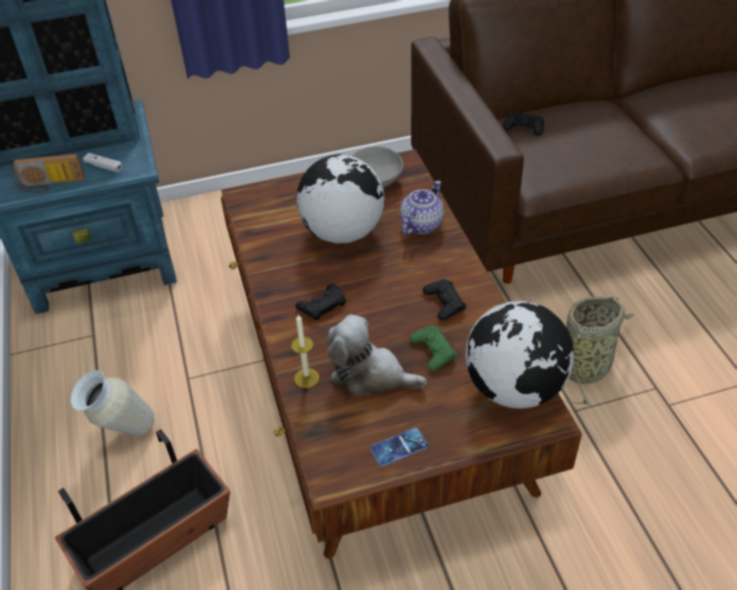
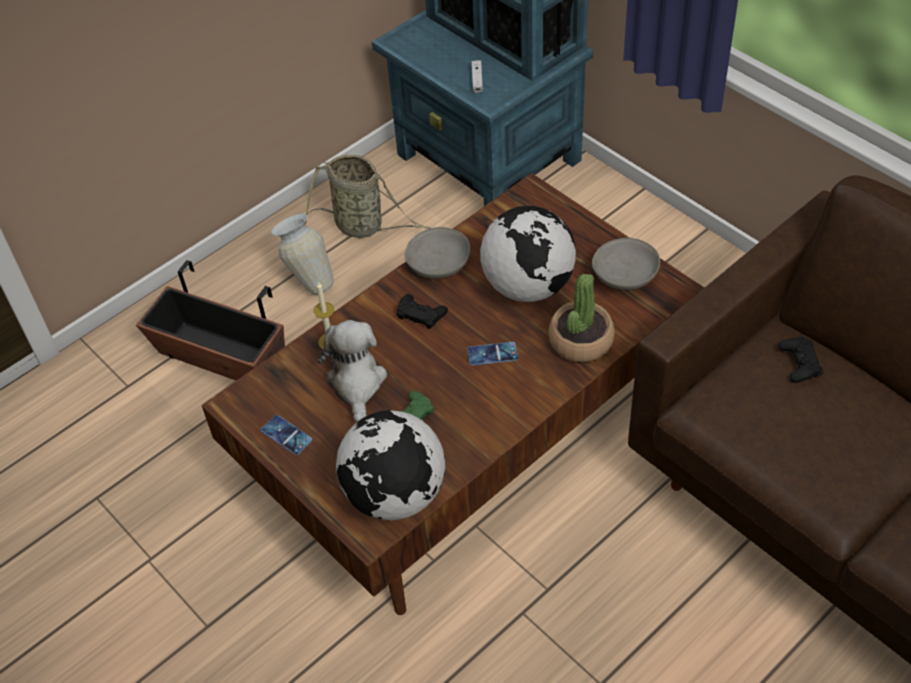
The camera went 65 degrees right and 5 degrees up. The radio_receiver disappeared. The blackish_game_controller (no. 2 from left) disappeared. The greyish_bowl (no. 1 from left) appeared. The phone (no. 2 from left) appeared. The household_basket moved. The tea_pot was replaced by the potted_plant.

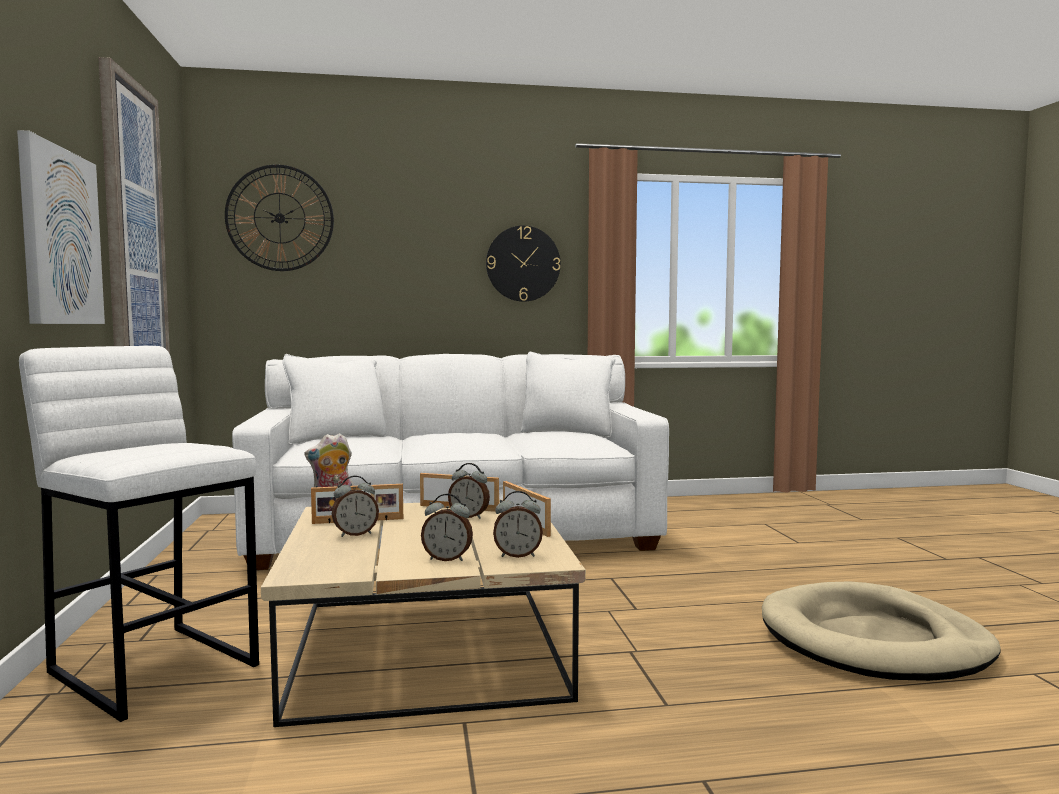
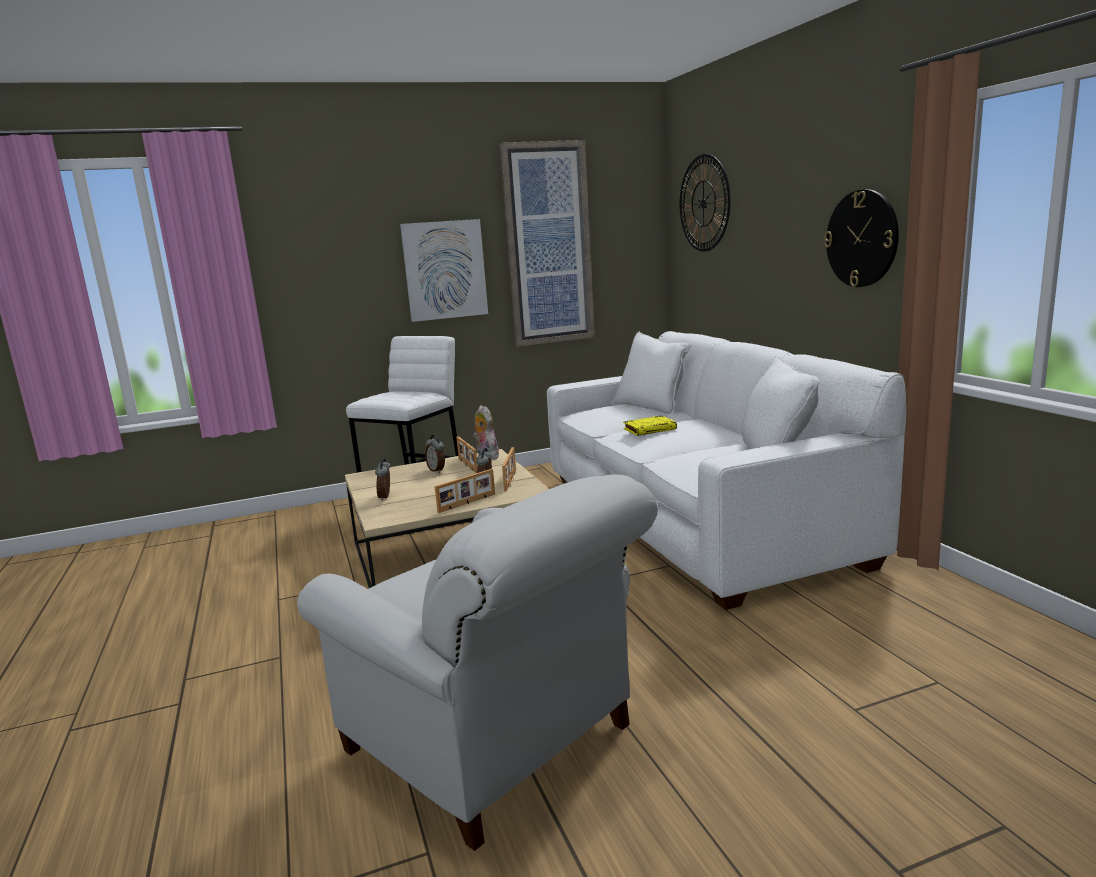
The camera went 80 degrees right and 10 degrees up. The bedside_clock (no. 4 from left) disappeared. The yellowish_book appeared. The beige_pet_bed was replaced by the white_easy_chair.

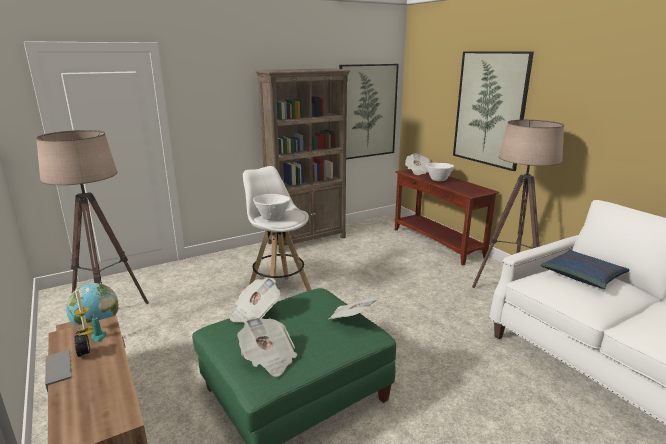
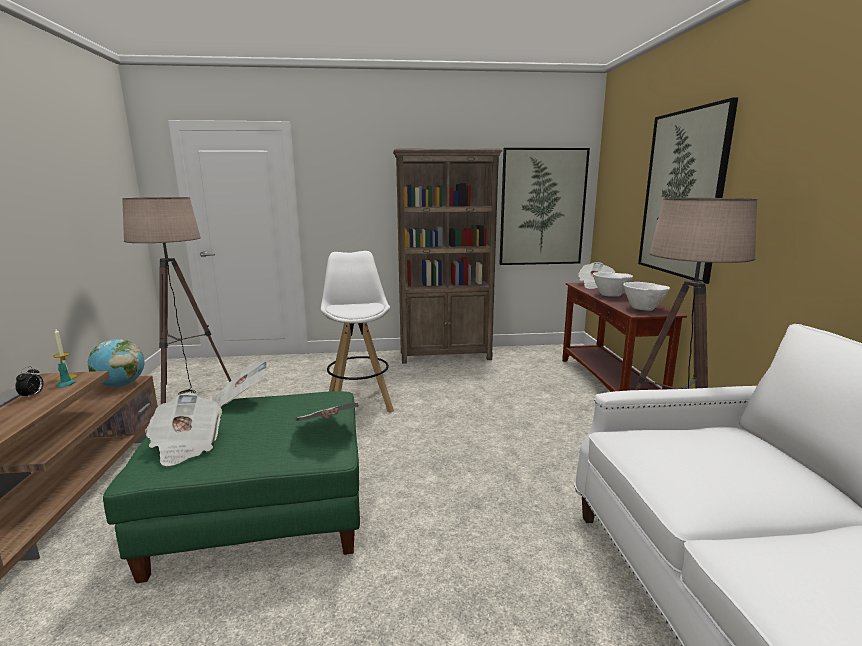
The camera went 25 degrees right and 5 degrees down. The blue_pillow disappeared. The white_bowl (no. 1 from left in the first image) moved.

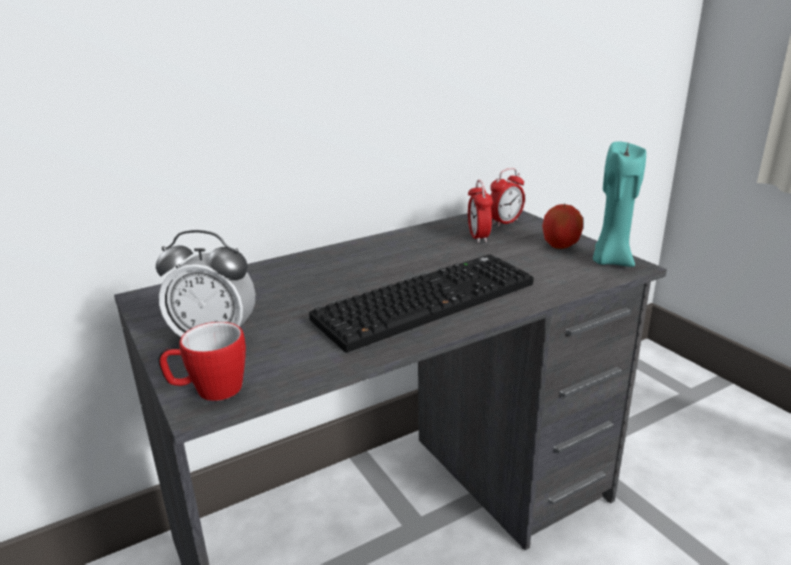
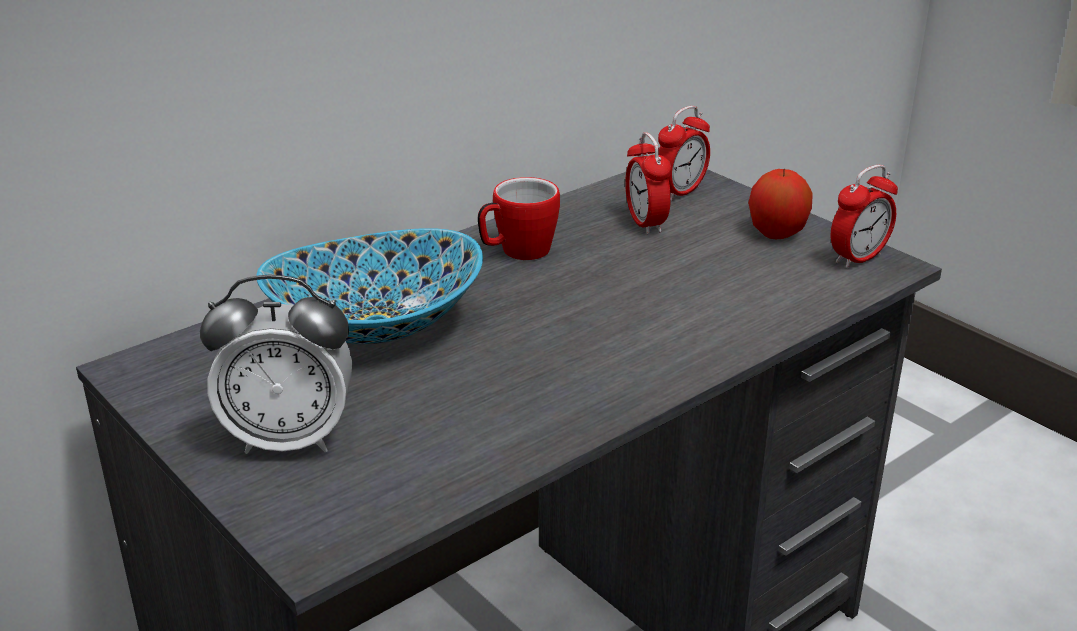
The camera went 10 degrees left and 5 degrees up. The PC_keyboard disappeared. The bowl appeared. The tea_mug moved. The blue-green_wax_light was replaced by the bedside_clock (no. 4 from left).

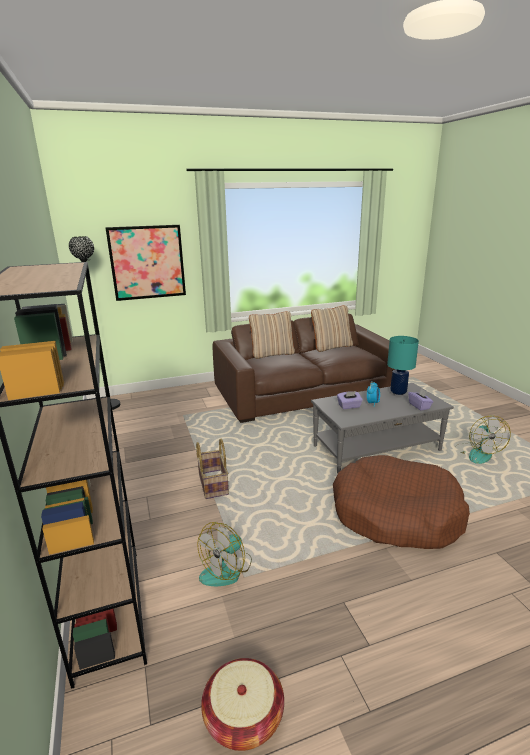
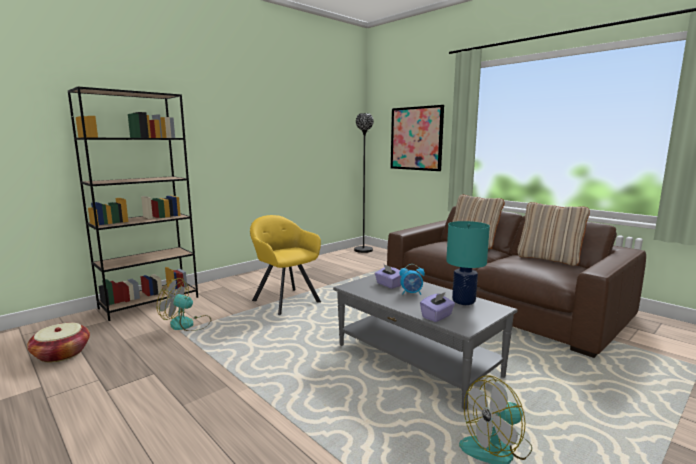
The camera went 65 degrees right and 10 degrees down. The brown-coloured_pet_bed disappeared. The household_basket (no. 1 from left) was replaced by the yellowish_easy_chair.

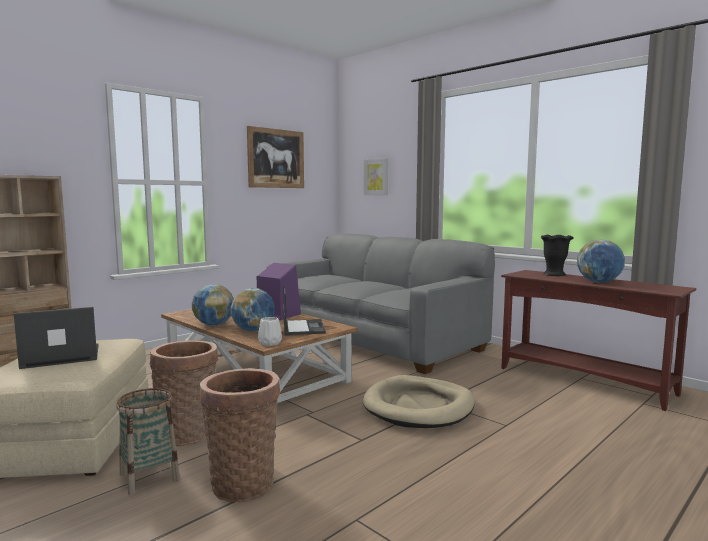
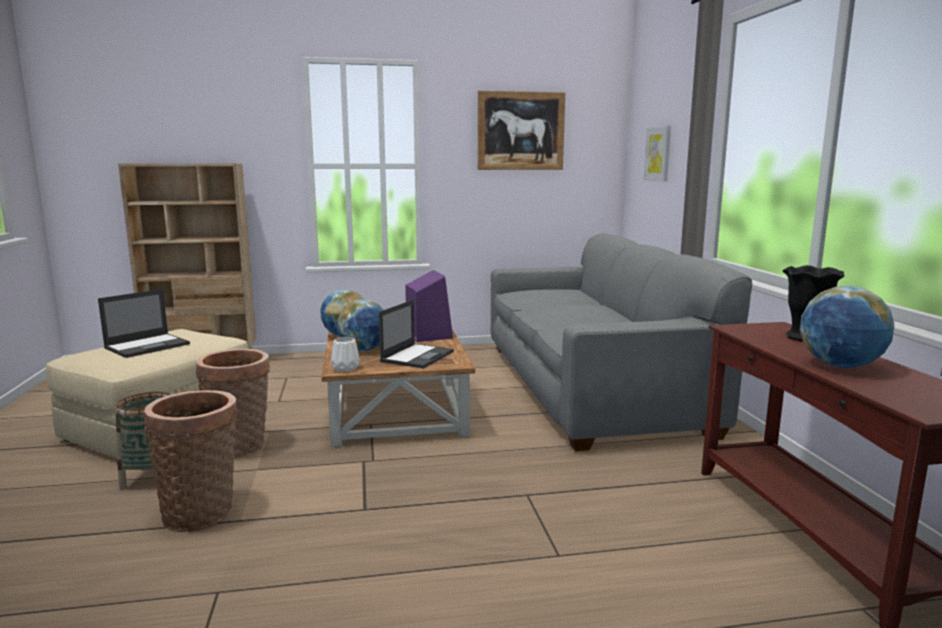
The camera went 35 degrees right and 5 degrees up. The beige_pet_bed disappeared. The notebook_computer (no. 1 from left) turned 120 degrees clockwise.

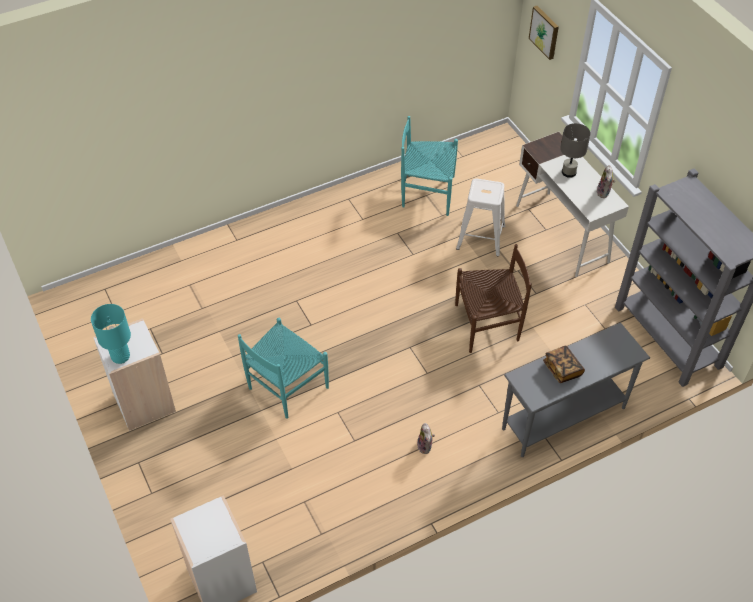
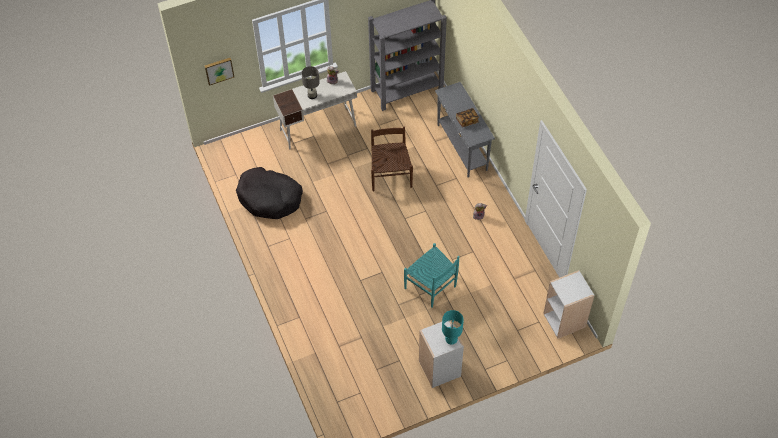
The camera went 85 degrees left and 5 degrees up. The white_sitting_stool disappeared. The blue-green_plain_chair (no. 2 from left) was replaced by the blackish_pet_bed.

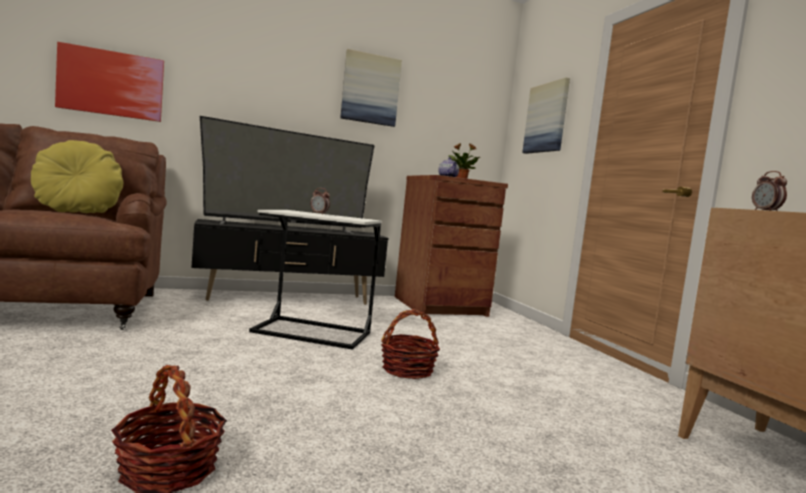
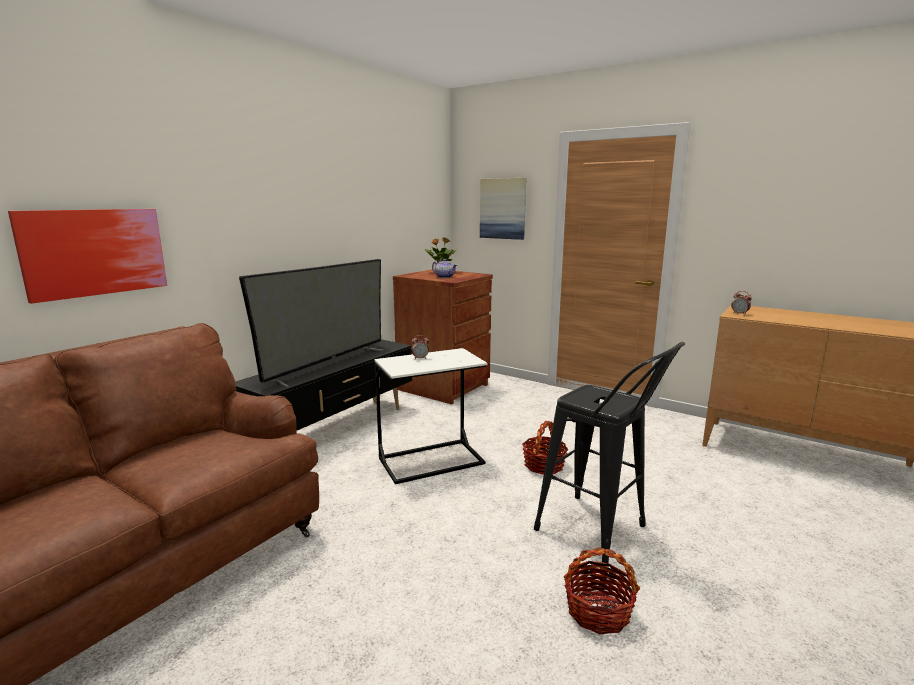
The camera went 35 degrees left and 10 degrees up. The yellowish_pillow disappeared. The wall_art (no. 2 from left) disappeared. The blackish_sitting_stool appeared.

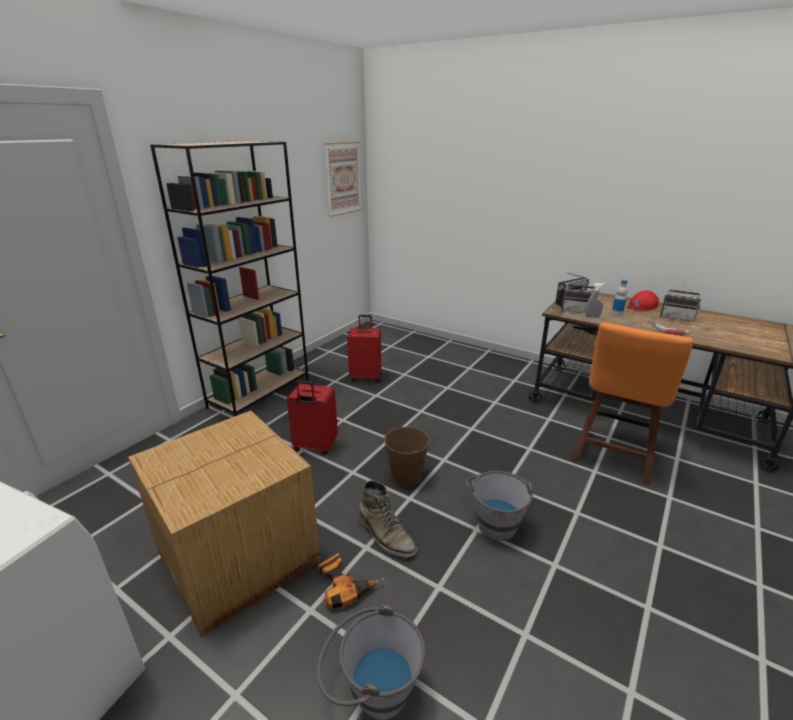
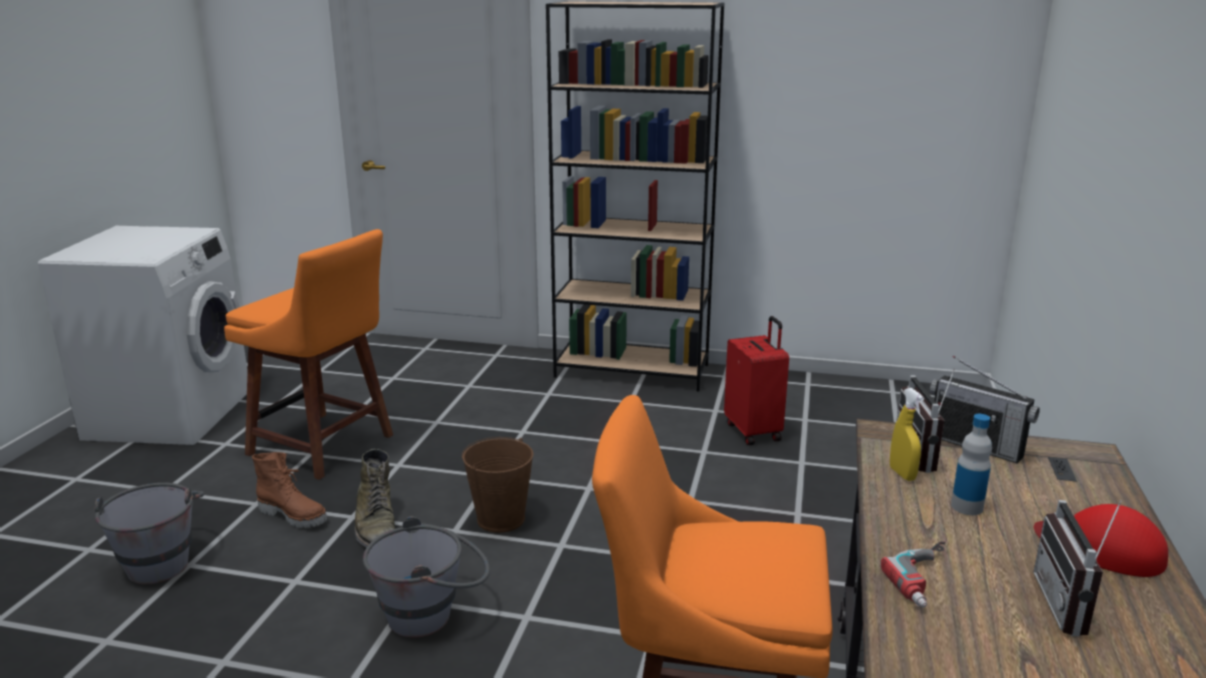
The camera went 70 degrees right and 5 degrees down. The red_suitcase (no. 1 from left) disappeared. The wall_art disappeared. The carton was replaced by the orange_sitting_stool (no. 1 from left). The drill (no. 1 from left) was replaced by the brown-coloured_tall_boot. The greyish_spray_bottle became the yellowish_spray_bottle. The green_tall_boot turned 45 degrees counterclockwise.

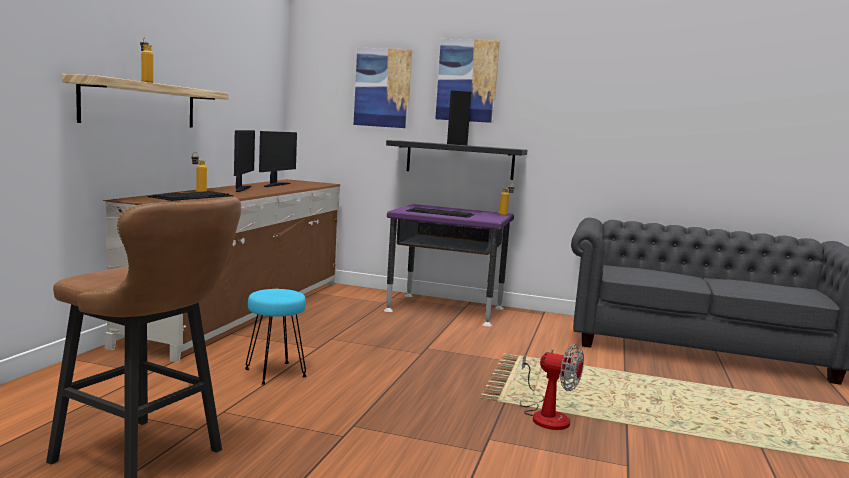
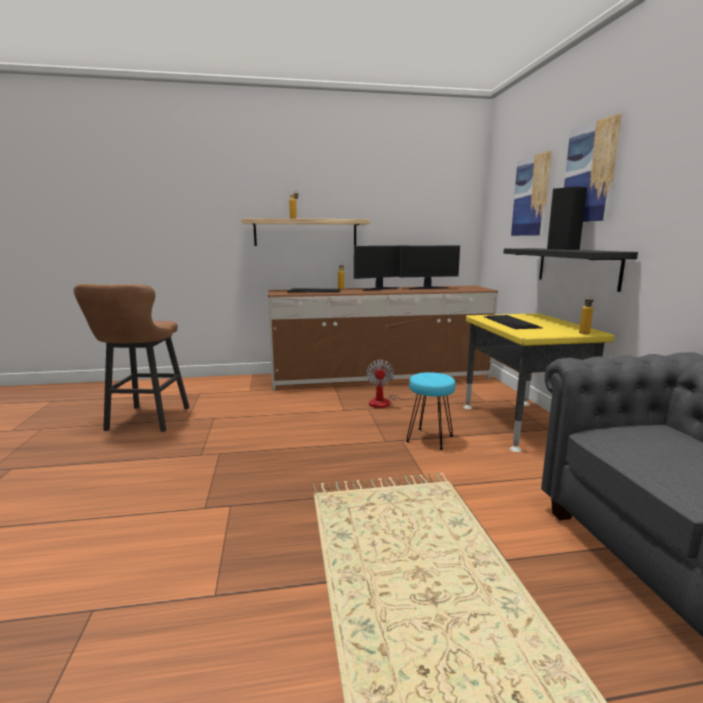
The camera went 65 degrees right and 5 degrees up. The blue-green_sitting_stool moved. The electric_fan moved. The purplish_desk_table became the yellowish_desk_table.

